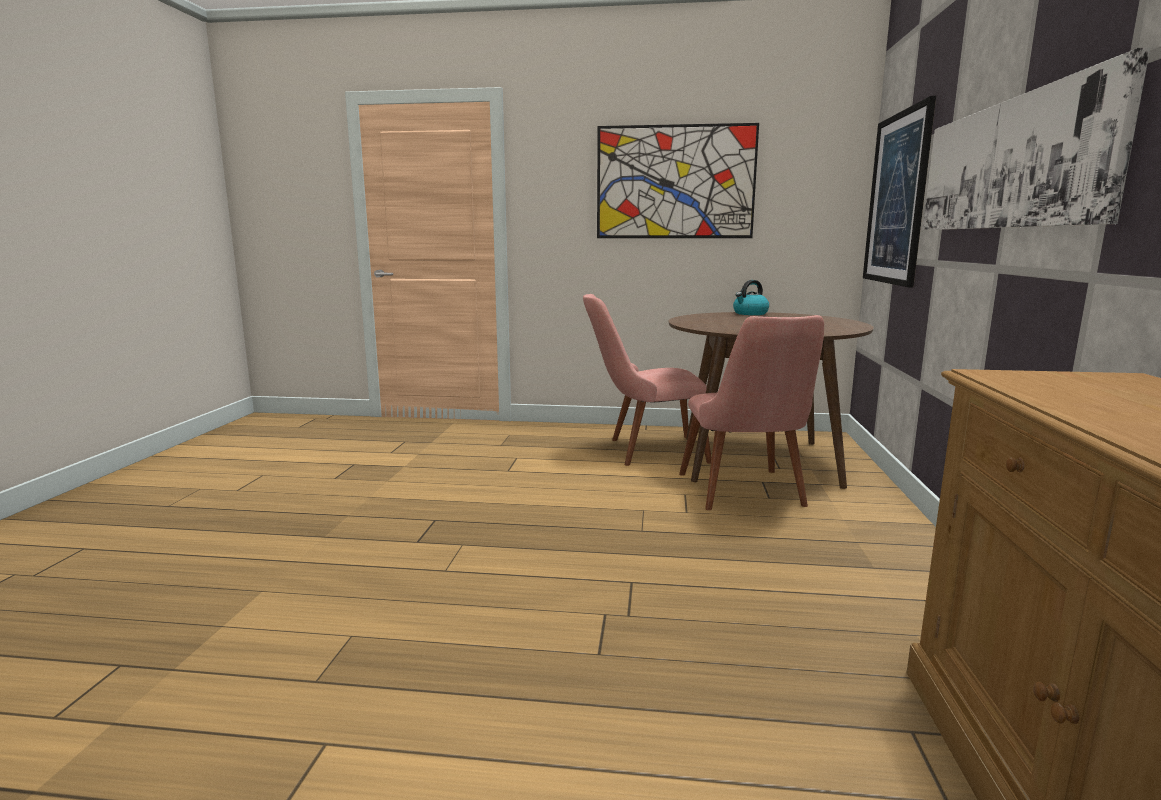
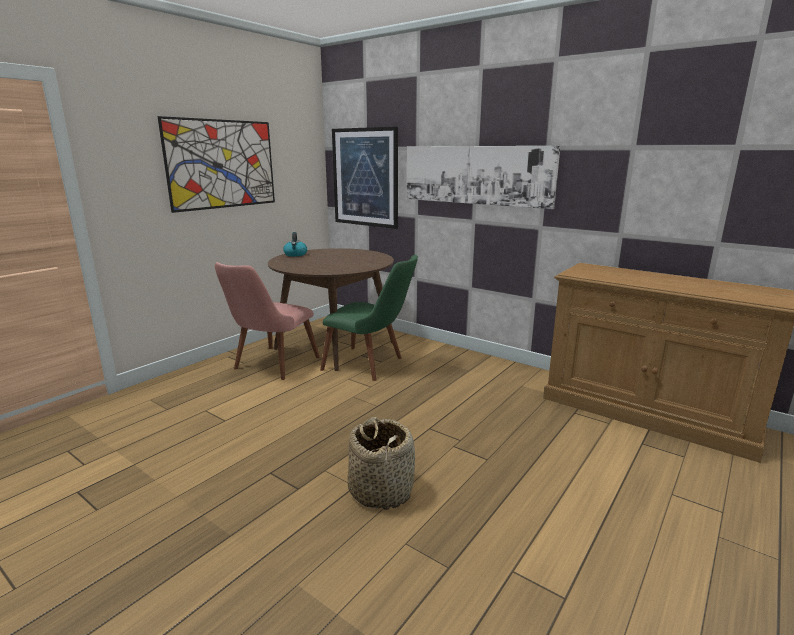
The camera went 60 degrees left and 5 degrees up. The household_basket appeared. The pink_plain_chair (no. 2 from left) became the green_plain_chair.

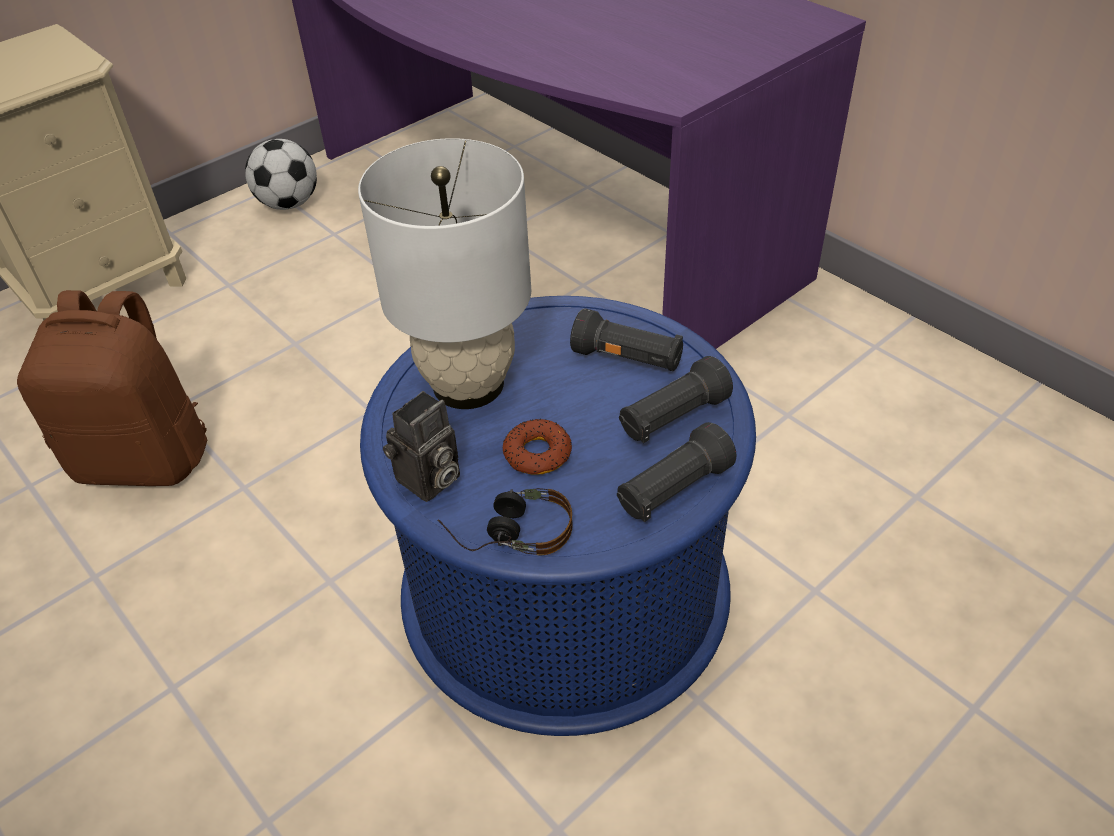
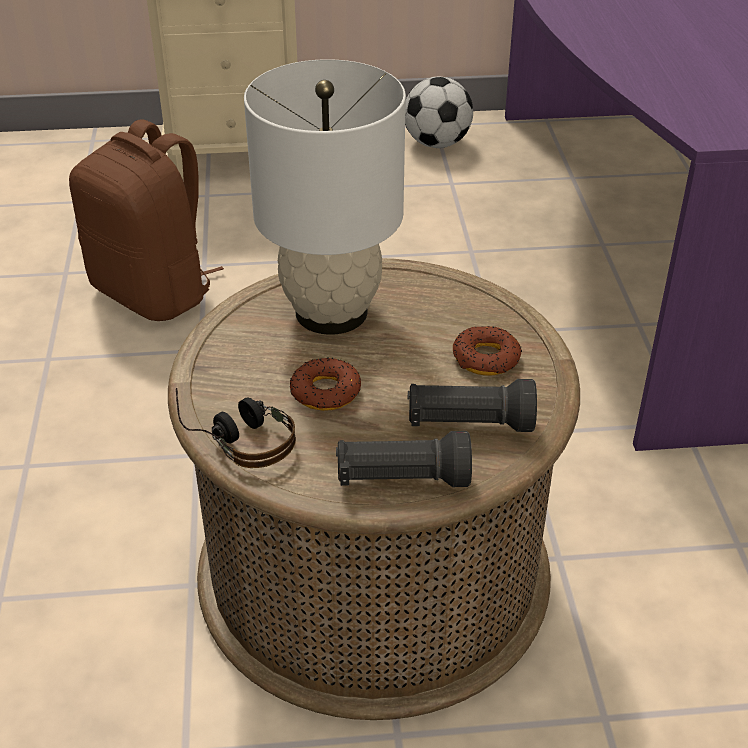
The camera went 35 degrees right and 5 degrees down. The still_camera disappeared. The blackish_torch (no. 1 from left) was replaced by the ring_doughnut (no. 2 from left). The blue_lounge_table became the brown-coloured_lounge_table.

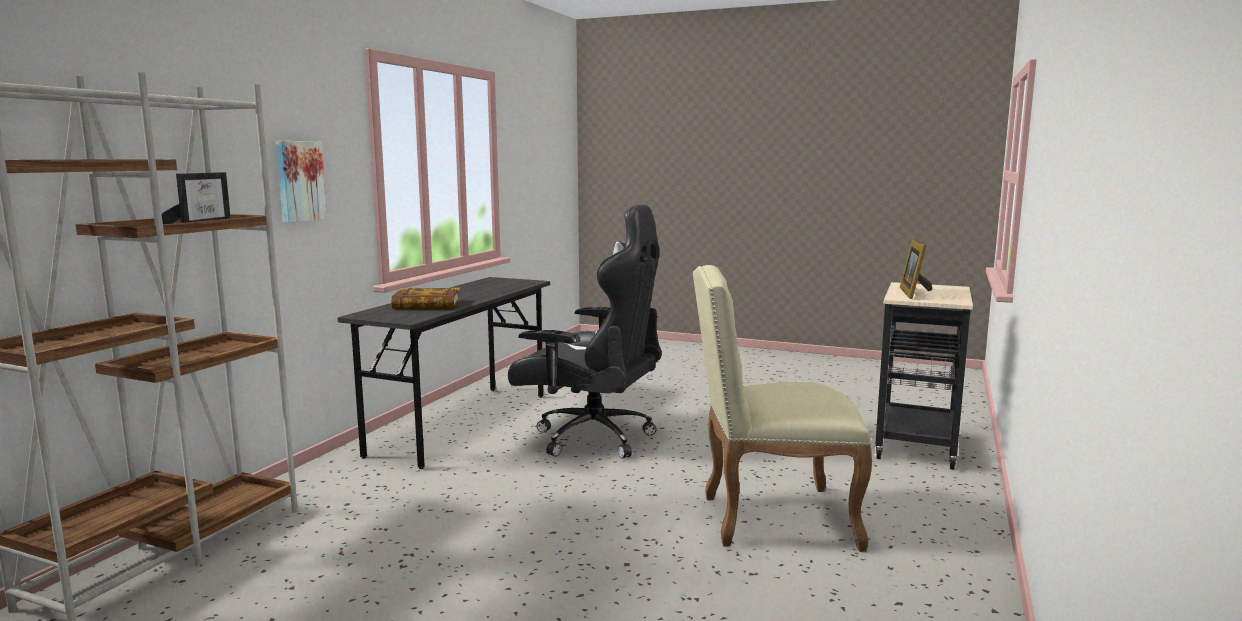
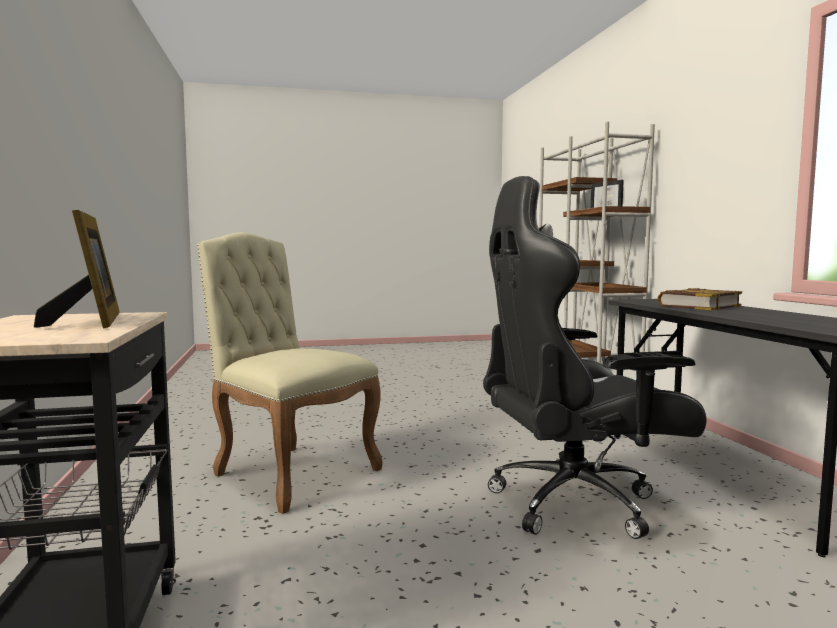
The camera went 145 degrees right and 5 degrees down. The wall_art disappeared. The beige_plain_chair turned 105 degrees counterclockwise.

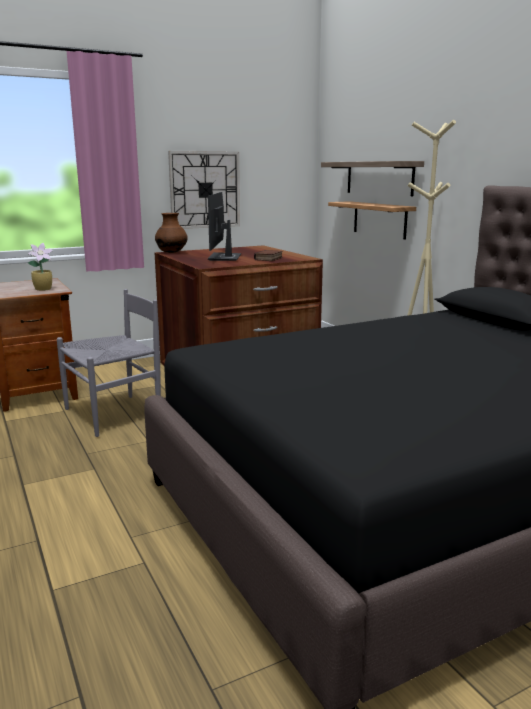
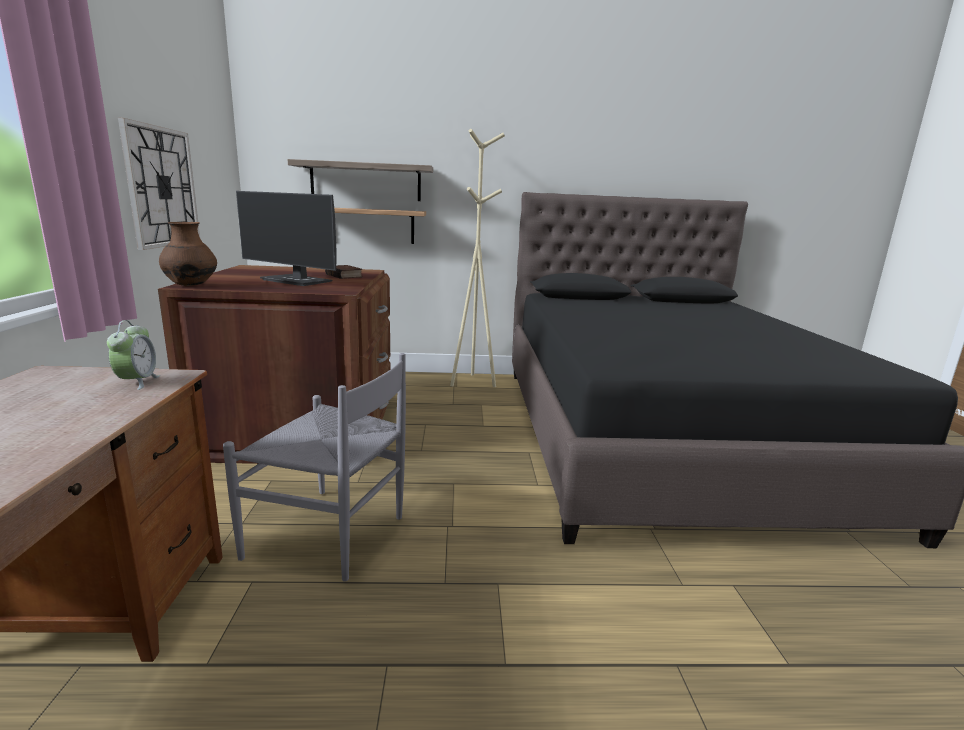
The camera went 65 degrees left and 0 degrees up. The potted_plant was replaced by the bedside_clock. The greyish_plain_chair turned 120 degrees clockwise.

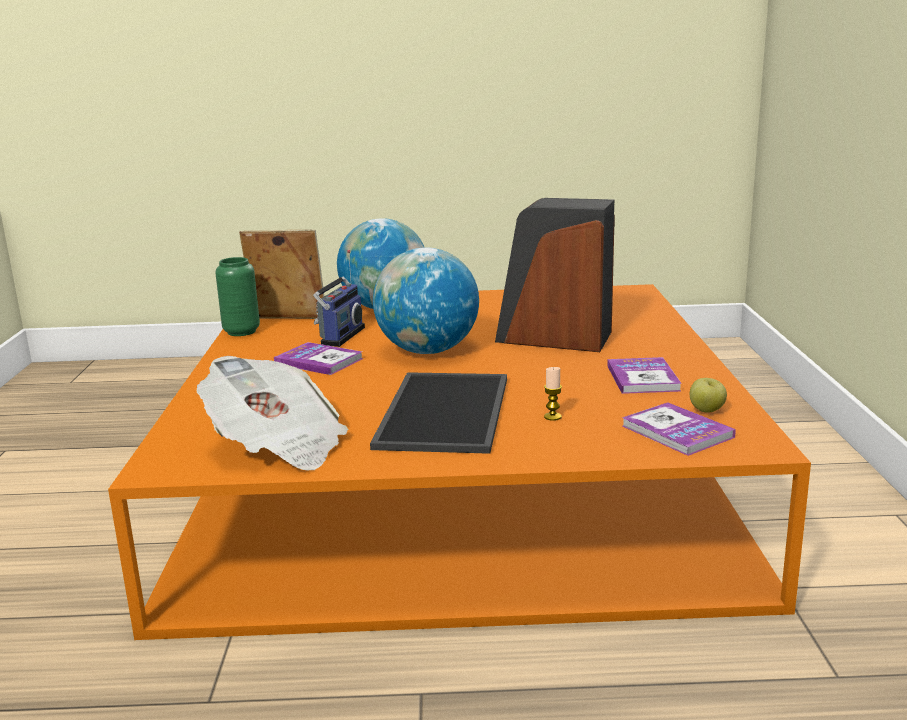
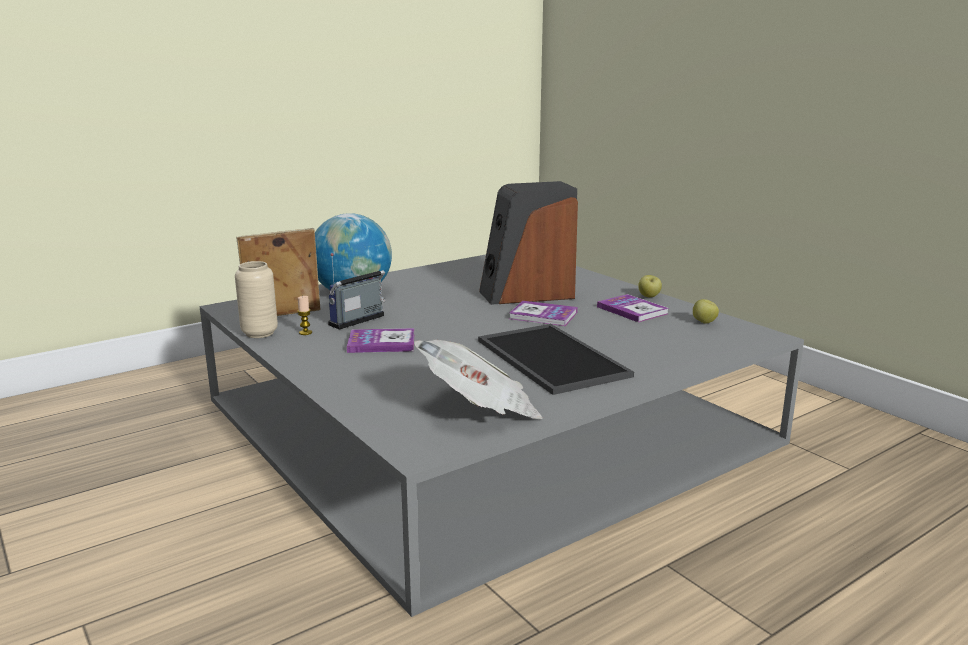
The camera went 35 degrees left and 0 degrees up. The globe (no. 2 from left) disappeared. The apple_fruit (no. 1 from left) appeared. The wax_light moved. The book (no. 3 from left in the first image) moved. The orange_lounge_table became the greyish_lounge_table. The green_vase became the beige_vase. The radio_receiver turned 120 degrees counterclockwise.

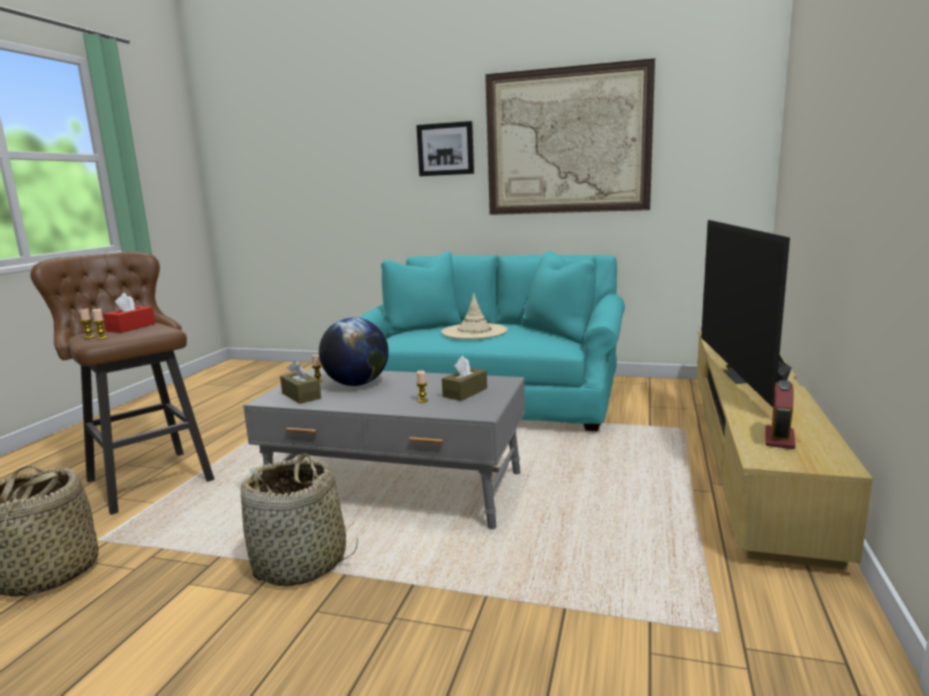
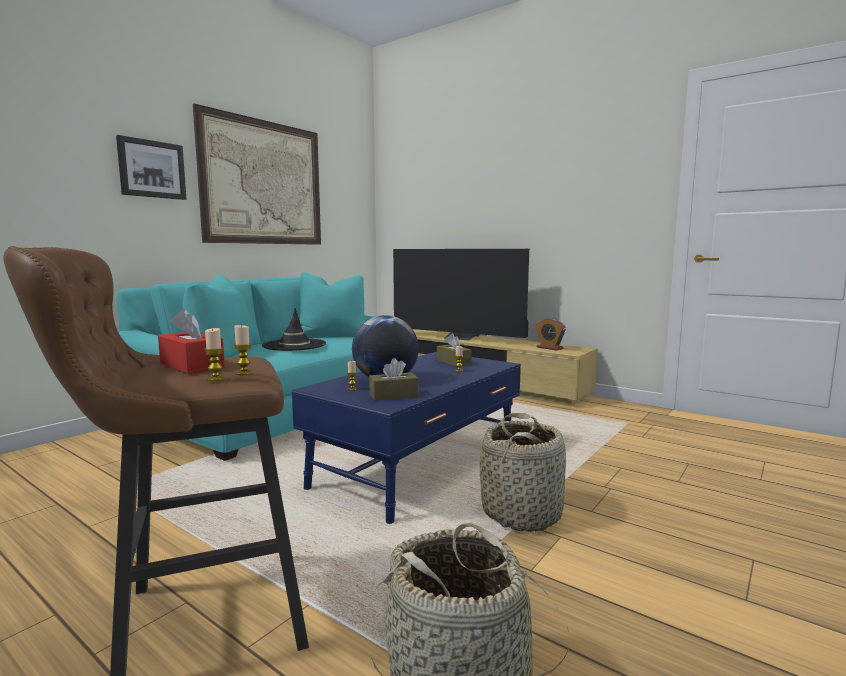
The camera went 70 degrees left and 5 degrees down. The greyish_lounge_table became the blue_lounge_table. The beige_clothing_hat became the blackish_clothing_hat.

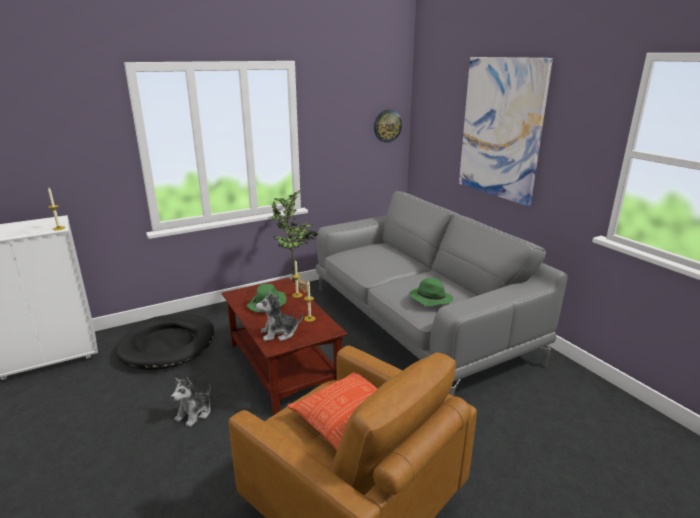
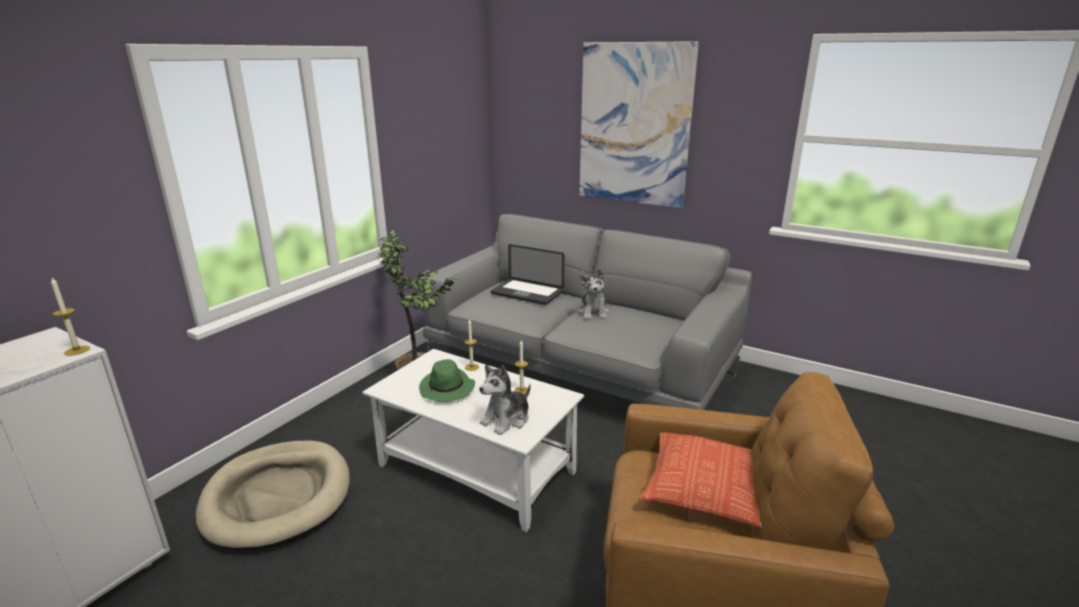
The camera went 30 degrees left and 0 degrees up. The clock_on_the_wall disappeared. The green_clothing_hat (no. 2 from left) disappeared. The notebook_computer appeared. The cuddly_toy (no. 1 from left in the first image) moved. The blackish_pet_bed became the beige_pet_bed. The brown-coloured_lounge_table became the white_lounge_table.

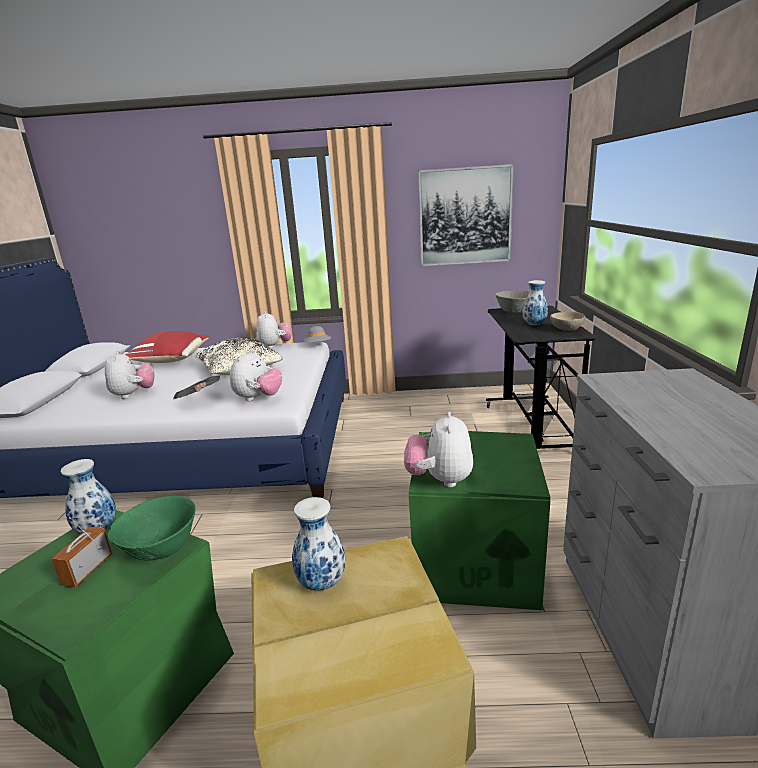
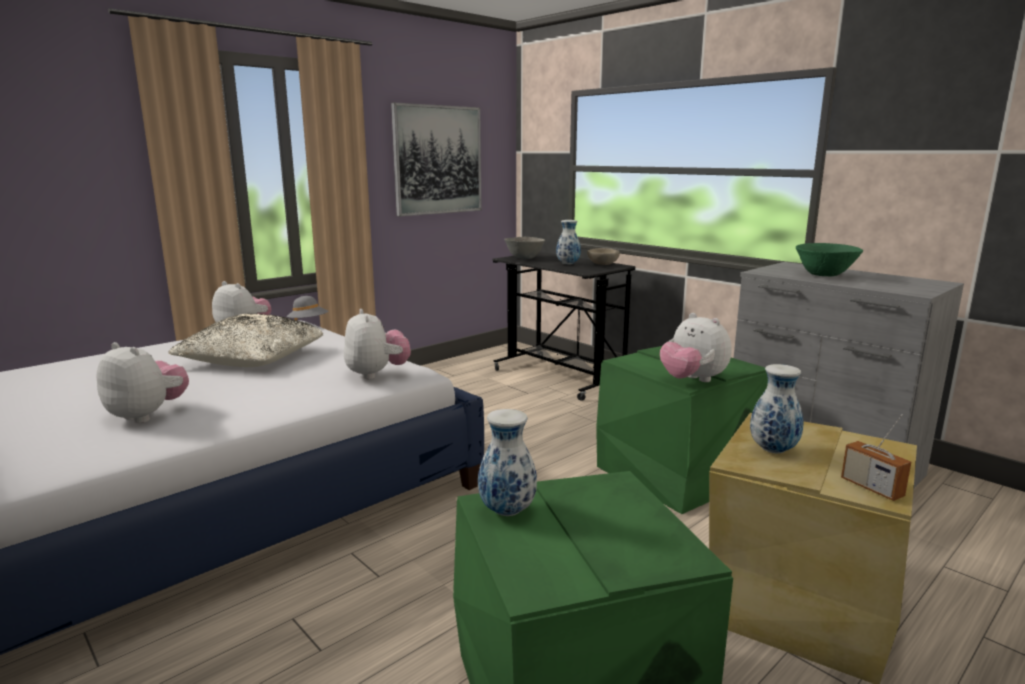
The camera went 45 degrees left and 5 degrees down. The red_pillow disappeared. The daily_paper disappeared. The radio_receiver moved. The green_bowl moved.

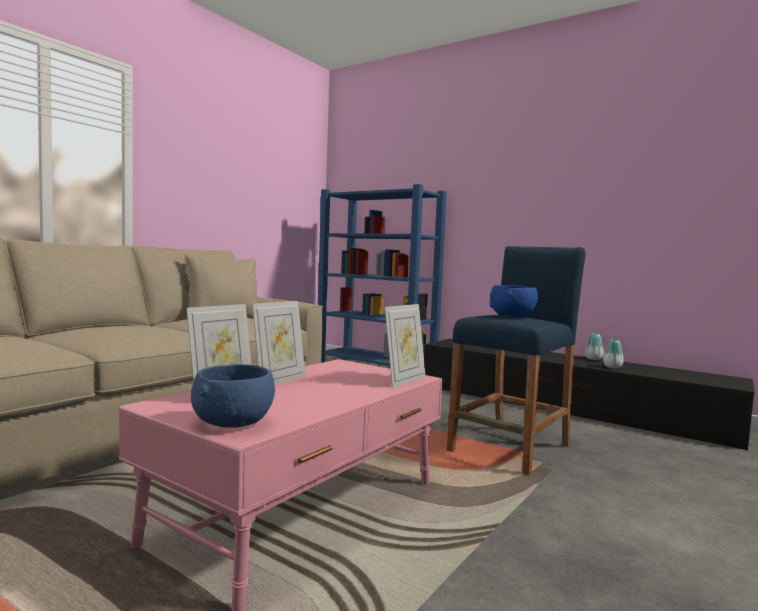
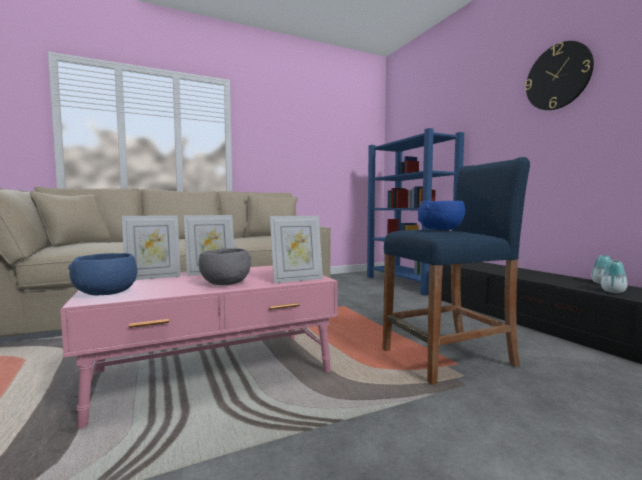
The camera went 30 degrees right and 0 degrees up. The greyish_bowl appeared. The clock_on_the_wall appeared.

